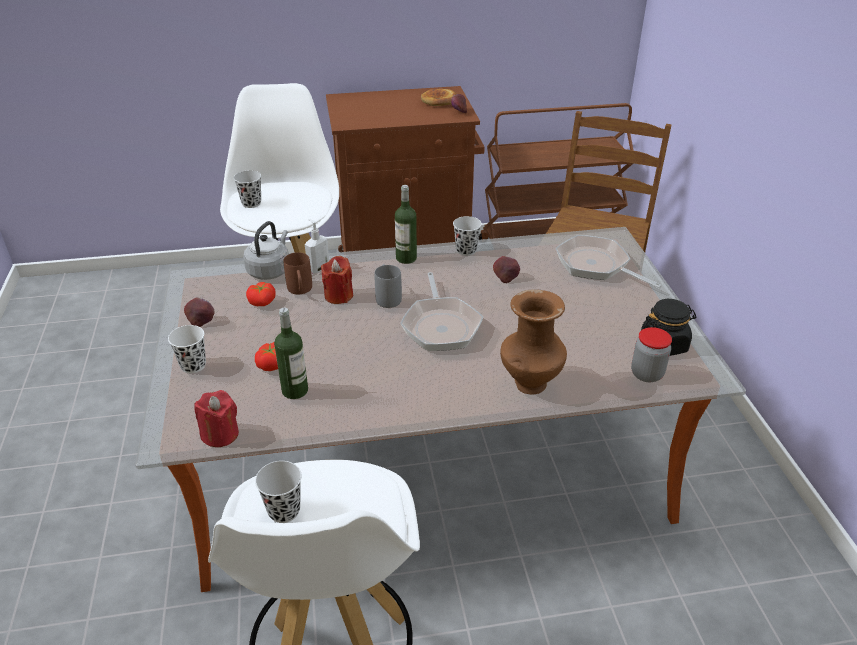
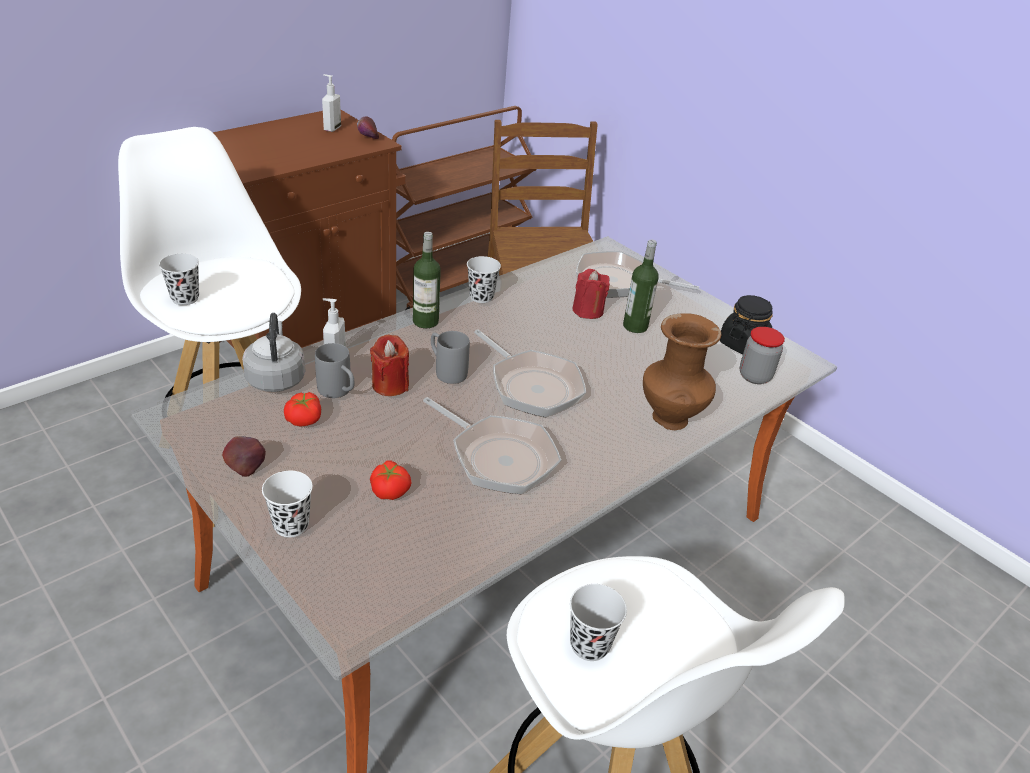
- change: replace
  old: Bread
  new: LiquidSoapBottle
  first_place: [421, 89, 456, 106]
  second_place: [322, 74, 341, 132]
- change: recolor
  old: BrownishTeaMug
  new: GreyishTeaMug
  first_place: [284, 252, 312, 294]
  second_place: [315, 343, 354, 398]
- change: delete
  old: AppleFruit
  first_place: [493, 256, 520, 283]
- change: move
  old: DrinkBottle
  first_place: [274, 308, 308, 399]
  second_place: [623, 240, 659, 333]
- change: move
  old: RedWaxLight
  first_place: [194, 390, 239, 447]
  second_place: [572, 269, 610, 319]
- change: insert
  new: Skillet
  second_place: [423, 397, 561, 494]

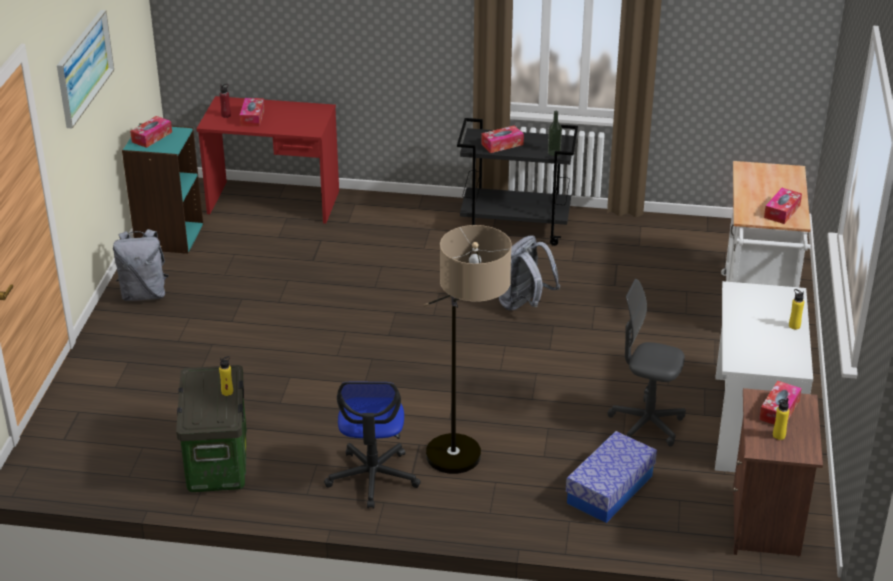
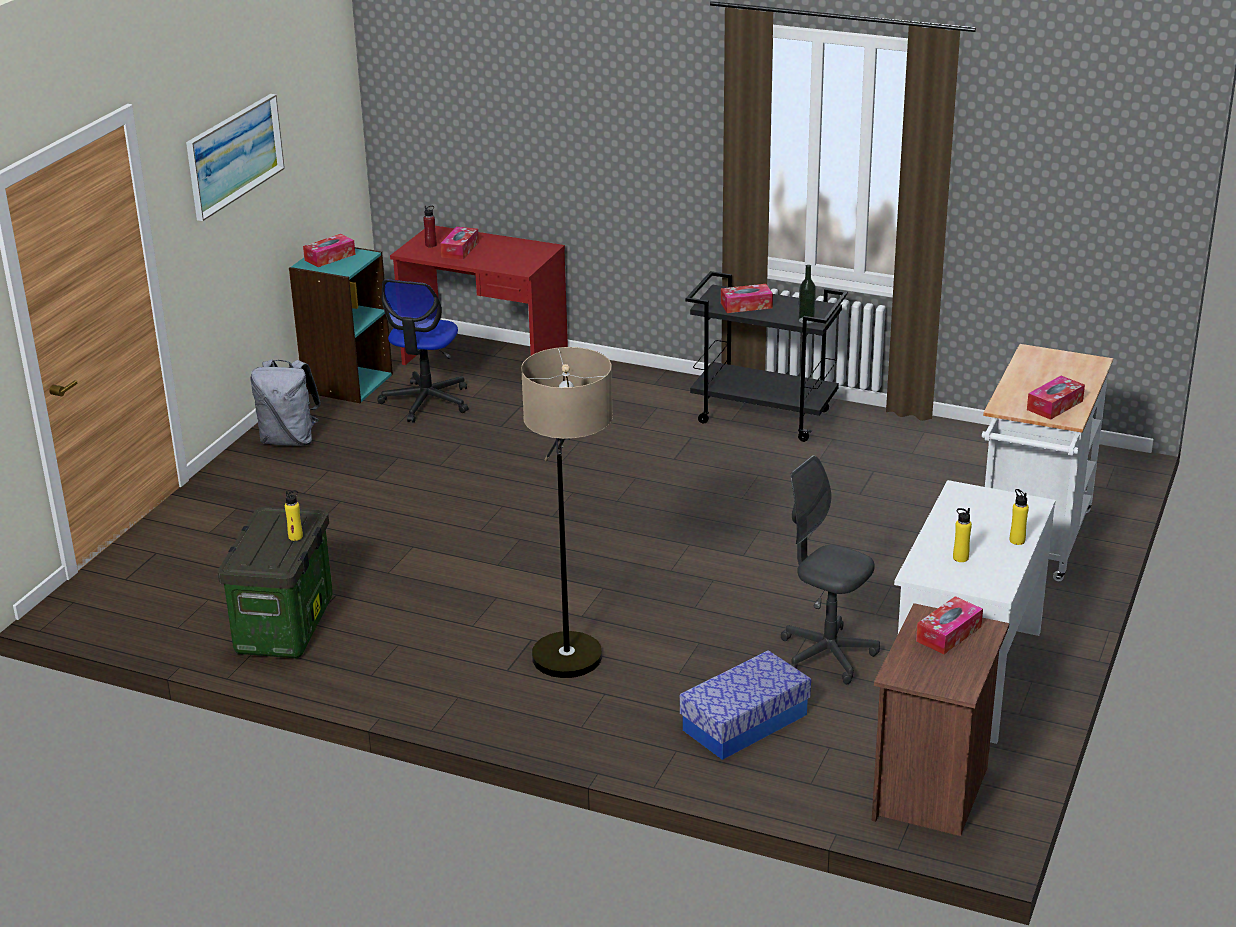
- change: delete
  old: GreyishKnapsack
  first_place: [499, 235, 560, 311]
- change: move
  old: OfficeChair
  first_place: [324, 382, 421, 508]
  second_place: [377, 280, 468, 423]
- change: move
  old: YellowishDrinkBottle
  first_place: [773, 398, 790, 440]
  second_place: [953, 508, 972, 562]

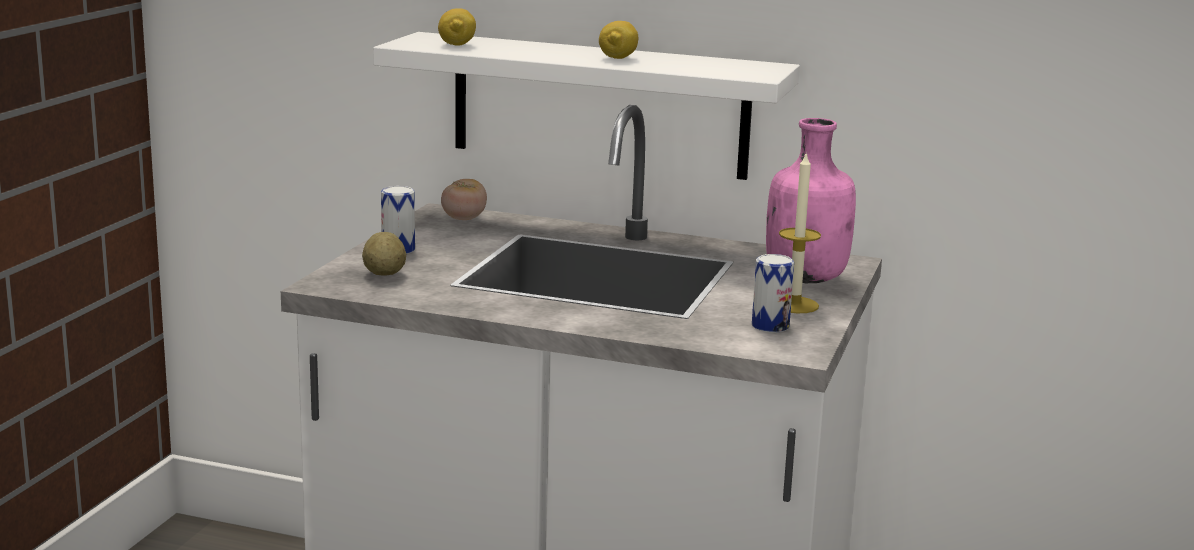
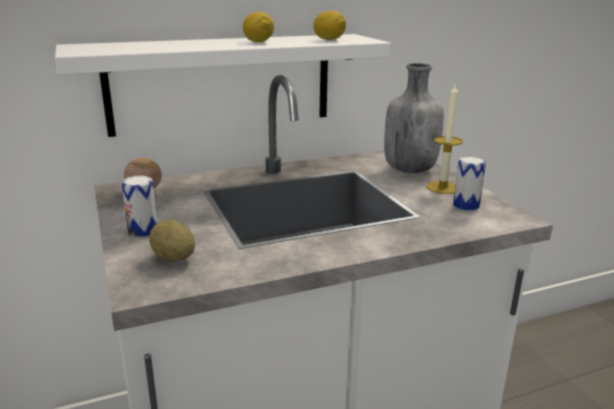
- change: move
  old: Lemon
  first_place: [438, 9, 476, 46]
  second_place: [313, 11, 346, 40]
- change: recolor
  old: PinkColouredDrinkBottle
  new: GreyishDrinkBottle
  first_place: [766, 118, 856, 283]
  second_place: [384, 63, 444, 173]

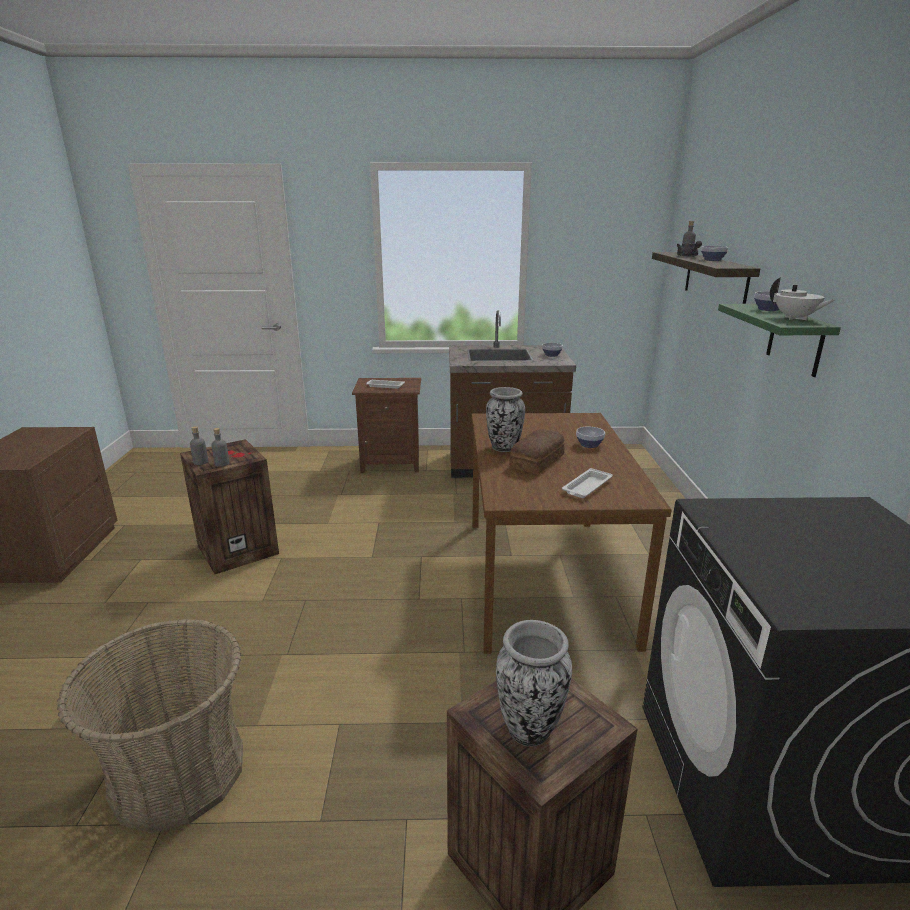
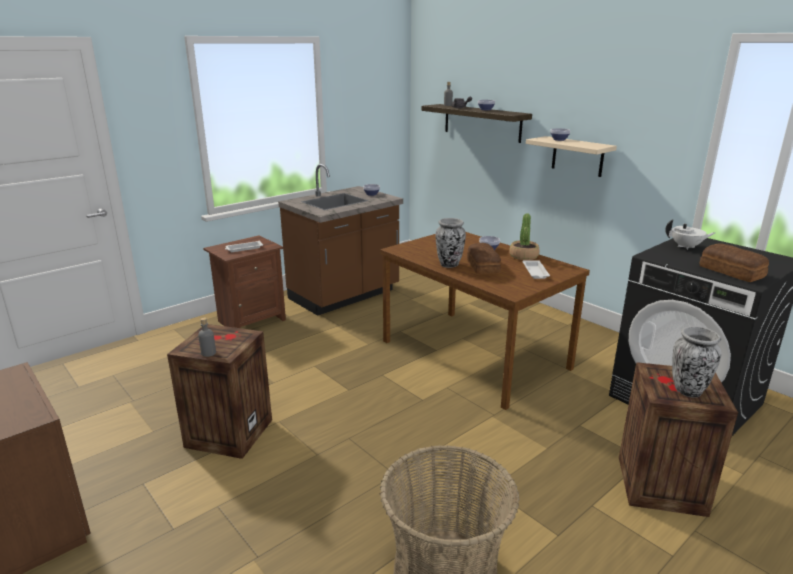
- change: move
  old: WhiteColouredTeaPot
  first_place: [770, 278, 835, 320]
  second_place: [665, 219, 715, 250]
- change: recolor
  old: GreenishWallShelf
  new: BeigeColouredWallShelf
  first_place: [718, 304, 841, 377]
  second_place: [526, 136, 617, 177]
- change: delete
  old: GreyishDrinkBottle
  first_place: [211, 428, 230, 467]
- change: insert
  new: PottedPlant
  second_place: [510, 213, 539, 260]
- change: insert
  new: Bread
  second_place: [699, 243, 769, 282]

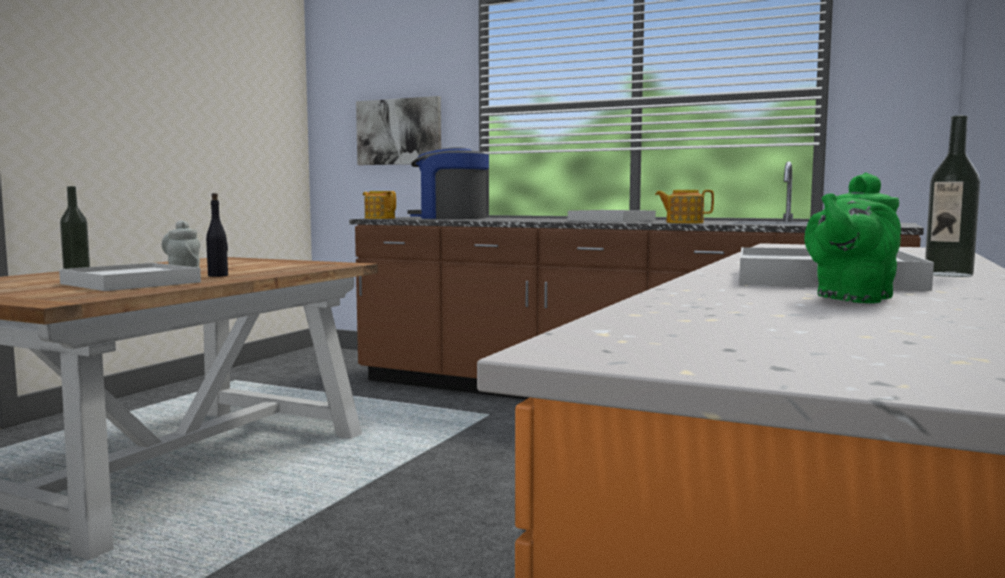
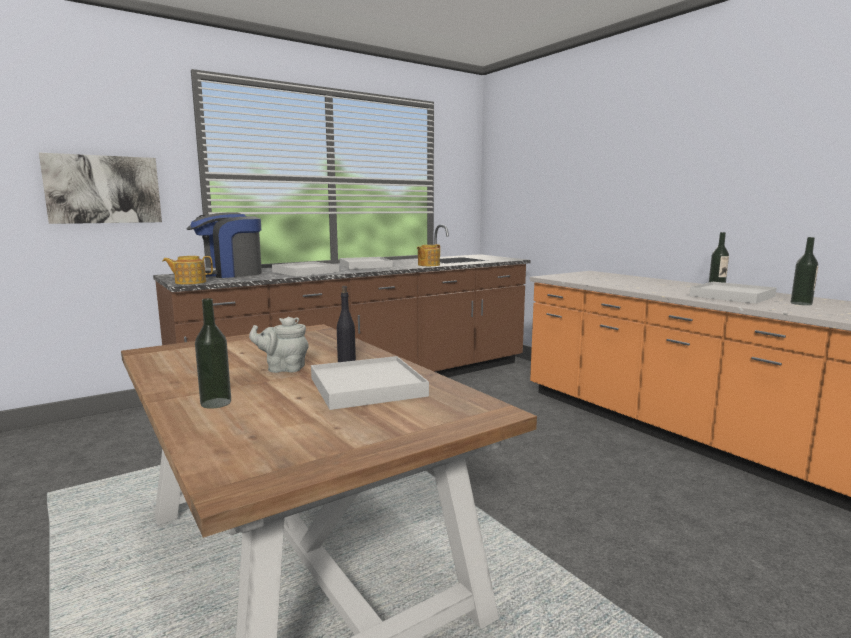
- change: replace
  old: GreenishTeaPot
  new: DrinkBottle
  first_place: [805, 172, 901, 303]
  second_place: [791, 237, 818, 305]
- change: insert
  new: WhiteColouredCarryingTray
  second_place: [272, 261, 339, 276]

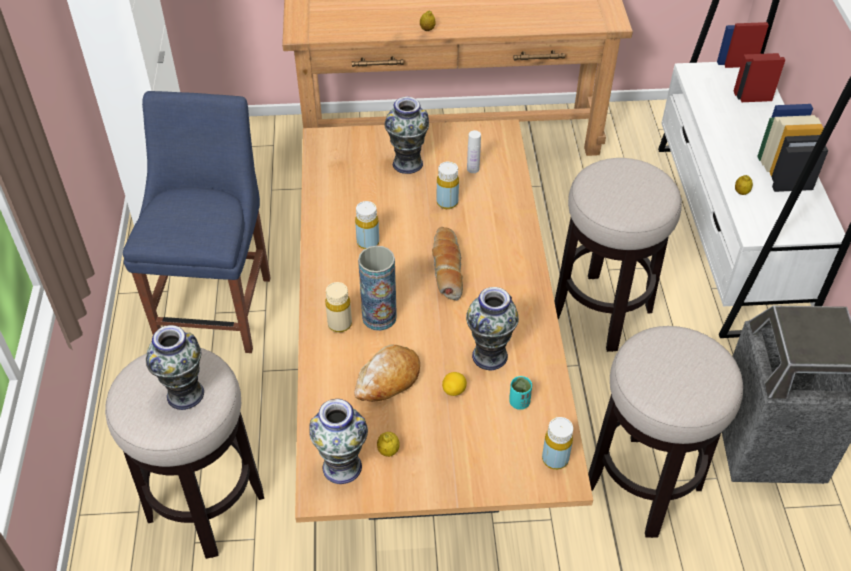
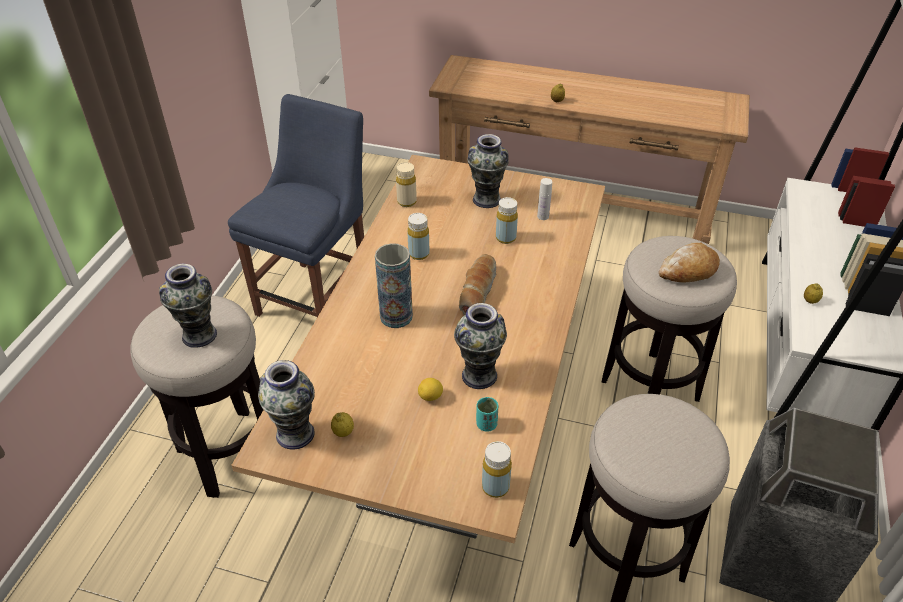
- change: move
  old: BeigeColouredDrinkBottle
  first_place: [325, 282, 352, 332]
  second_place: [396, 162, 417, 207]
- change: move
  old: Bread
  first_place: [354, 344, 420, 402]
  second_place: [659, 243, 720, 283]

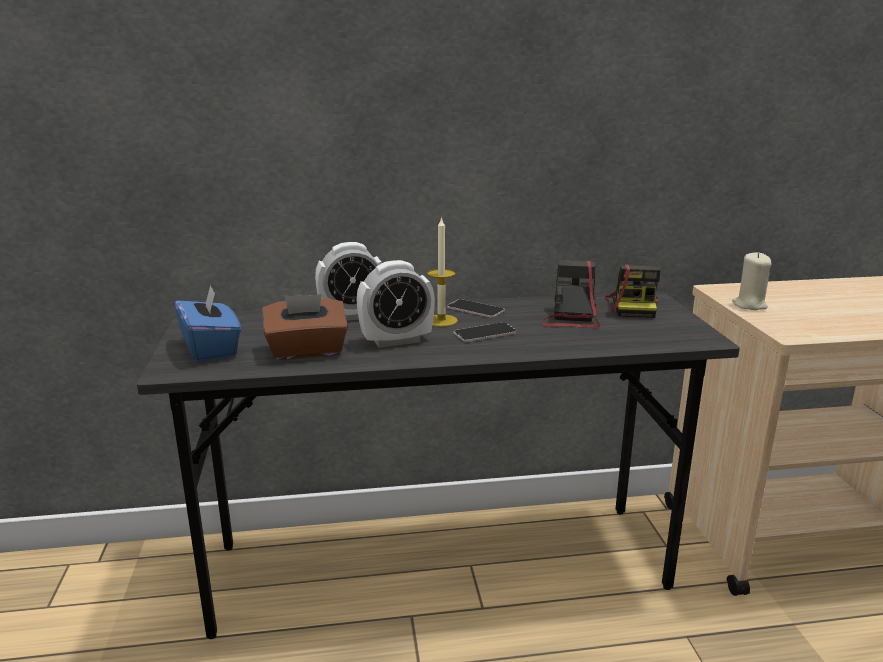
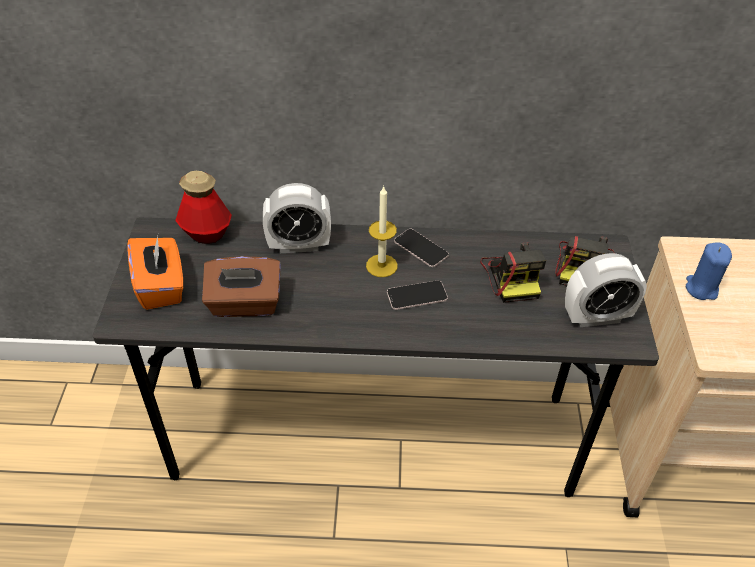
- change: recolor
  old: BeigeColouredWaxLight
  new: BlueColouredWaxLight
  first_place: [732, 252, 772, 310]
  second_place: [686, 242, 732, 300]
- change: move
  old: AlarmClock
  first_place: [357, 260, 435, 348]
  second_place: [565, 253, 647, 327]
- change: rotate
  old: StillCamera
  first_place: [540, 260, 600, 328]
  second_place: [480, 242, 546, 303]
  degrees: 150
- change: recolor
  old: BlueColouredTissueHolder
  new: OrangeColouredTissueHolder
  first_place: [175, 285, 241, 362]
  second_place: [127, 236, 183, 310]
- change: insert
  new: DrinkBottle
  second_place: [175, 171, 232, 244]

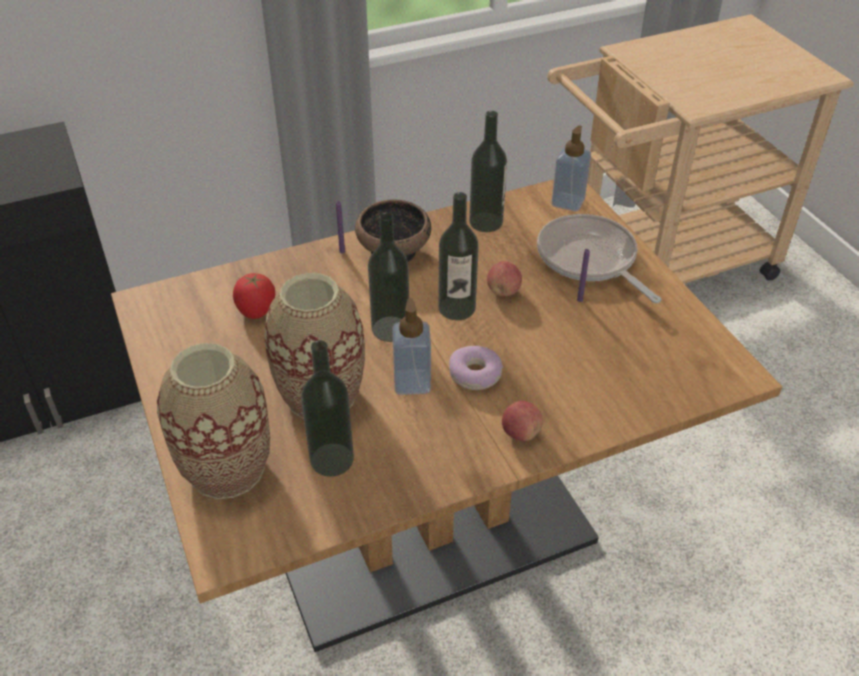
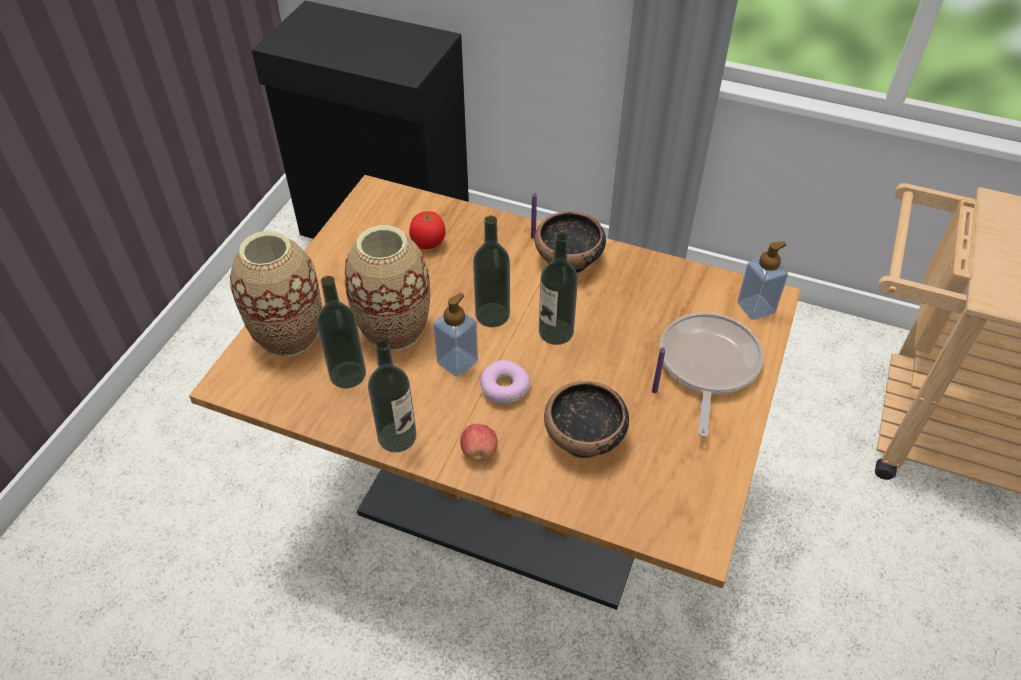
- change: move
  old: DrinkBottle
  first_place: [469, 111, 507, 232]
  second_place: [368, 339, 416, 452]
- change: delete
  old: AppleFruit
  first_place: [487, 261, 522, 296]
- change: insert
  new: ServingBowl
  second_place: [544, 381, 629, 458]

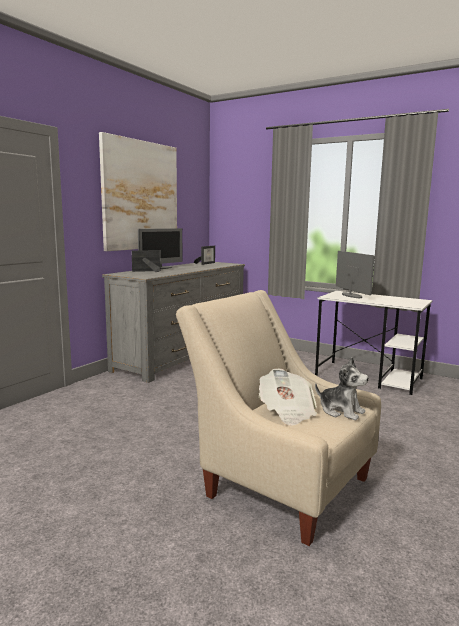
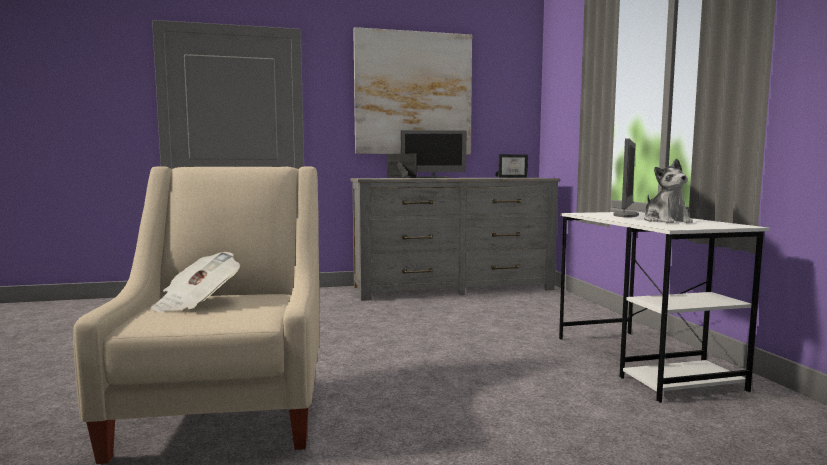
- change: move
  old: PlushToy
  first_place: [315, 357, 369, 420]
  second_place: [644, 159, 693, 223]

